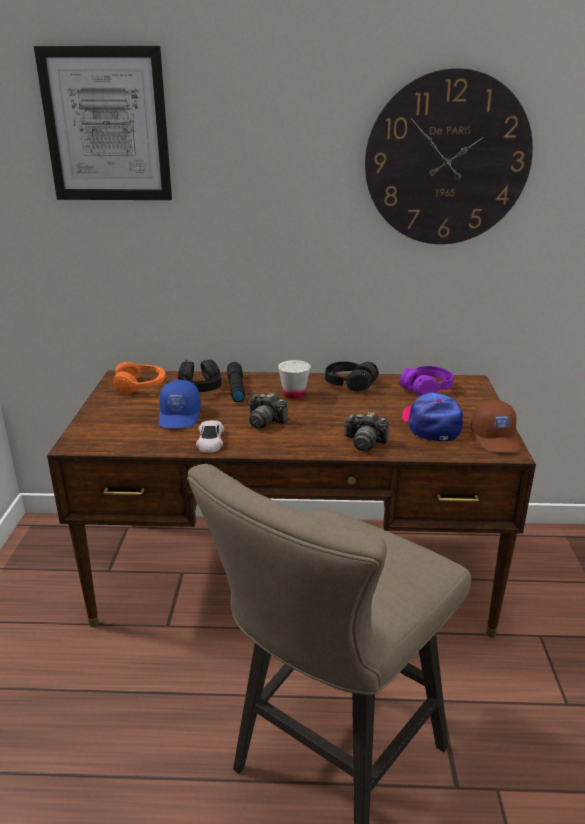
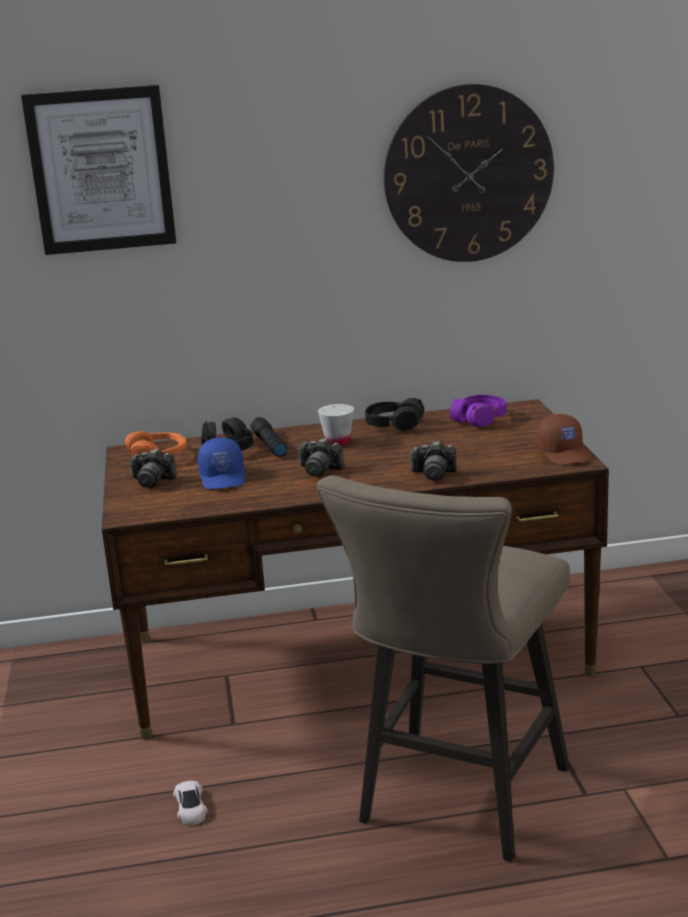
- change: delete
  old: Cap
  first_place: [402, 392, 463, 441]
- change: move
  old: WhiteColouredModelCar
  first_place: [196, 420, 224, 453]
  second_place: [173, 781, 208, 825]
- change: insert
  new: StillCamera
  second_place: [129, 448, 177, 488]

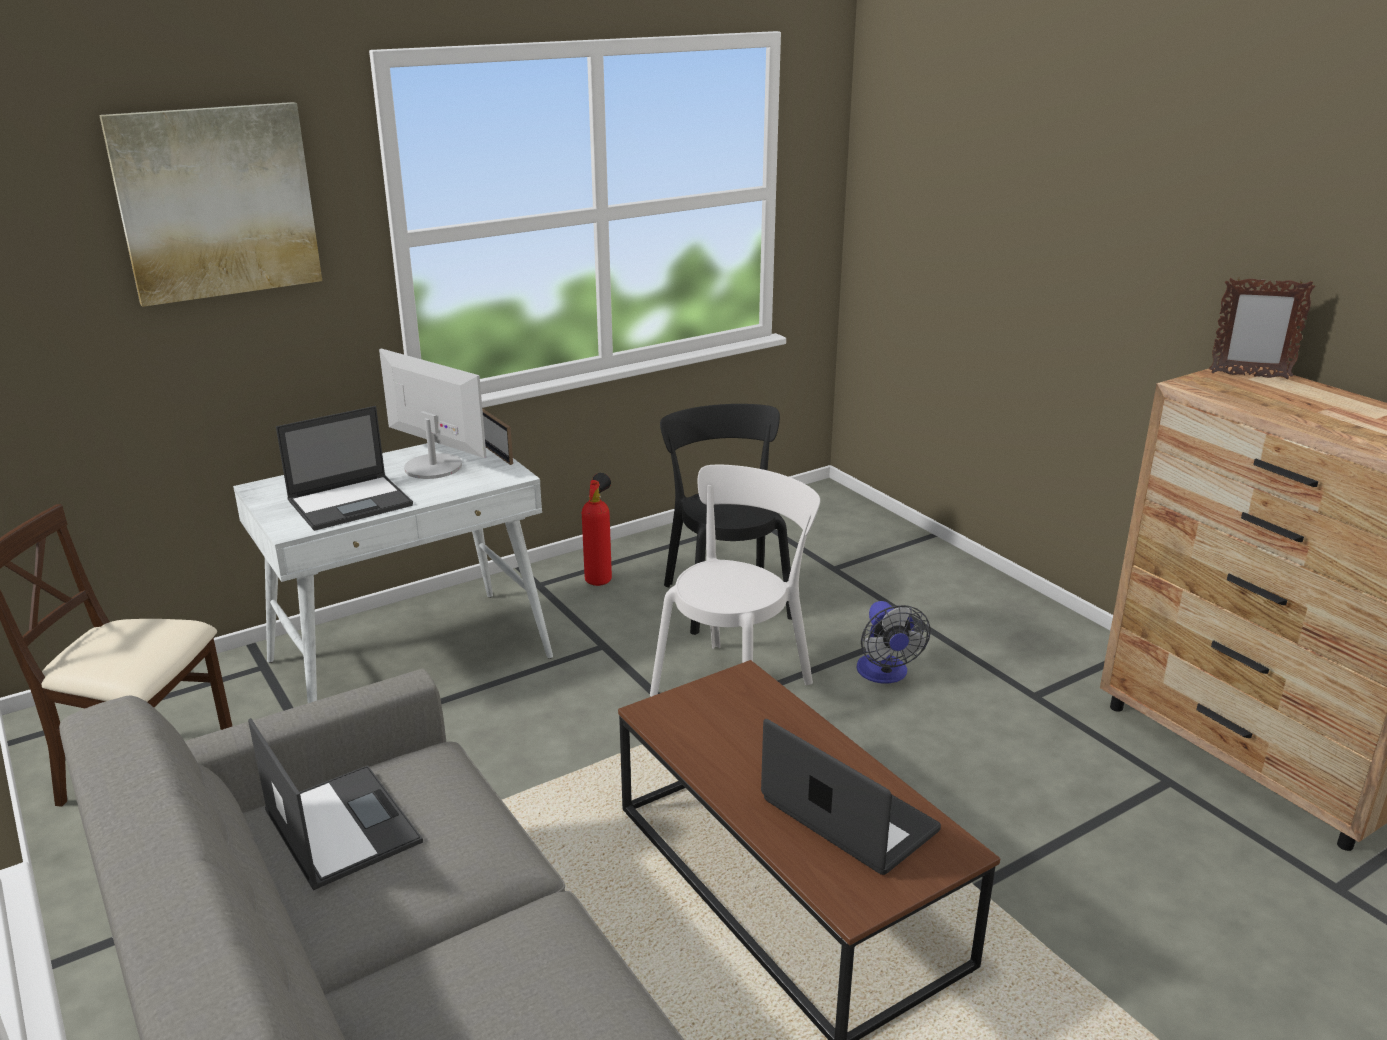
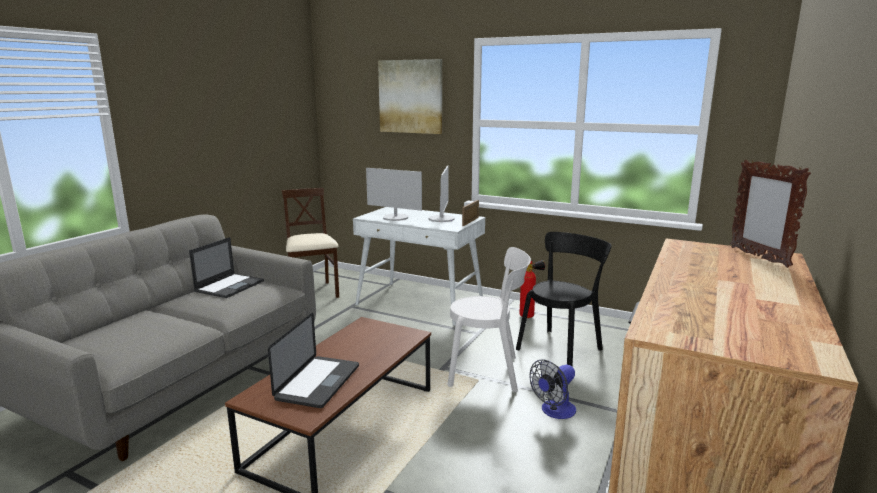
- change: replace
  old: NotebookComputer
  new: ComputerScreen
  first_place: [276, 406, 413, 531]
  second_place: [366, 168, 422, 221]

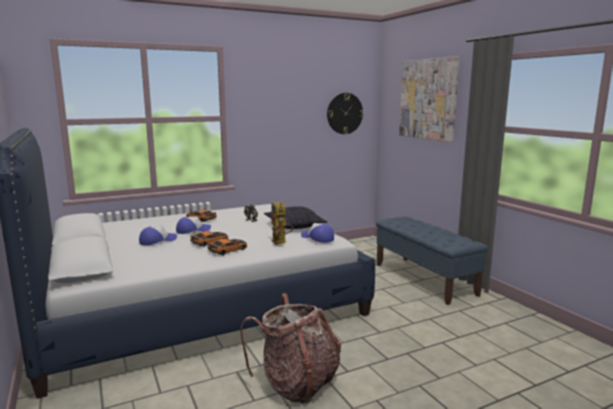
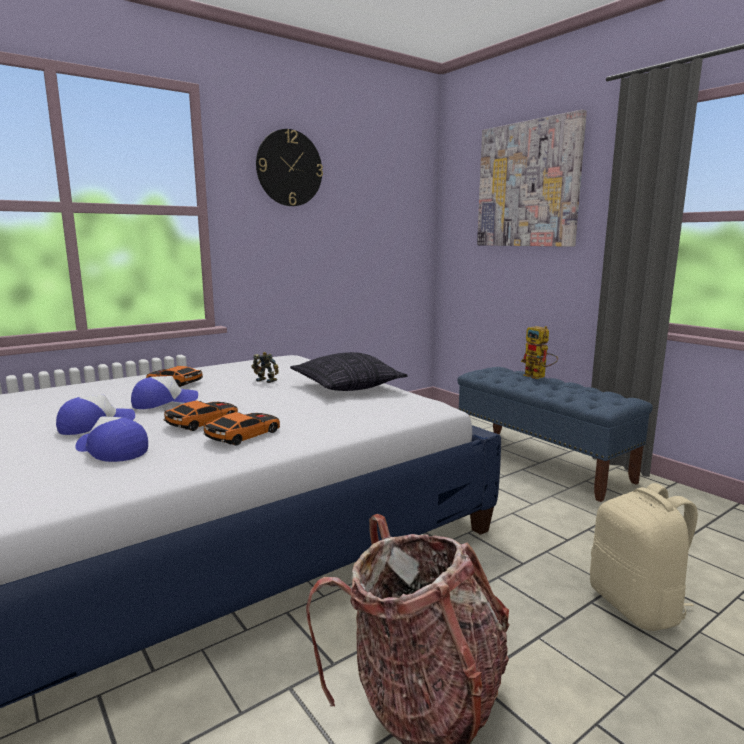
- change: move
  old: ClockOnTheWall
  first_place: [327, 93, 363, 134]
  second_place: [256, 129, 323, 206]
- change: move
  old: ToyRobot
  first_place: [271, 202, 293, 245]
  second_place: [521, 326, 558, 379]
- change: move
  old: Cap
  first_place: [301, 223, 334, 243]
  second_place: [75, 416, 148, 462]
- change: insert
  new: BeigeColouredKnapsack
  second_place: [590, 483, 698, 631]

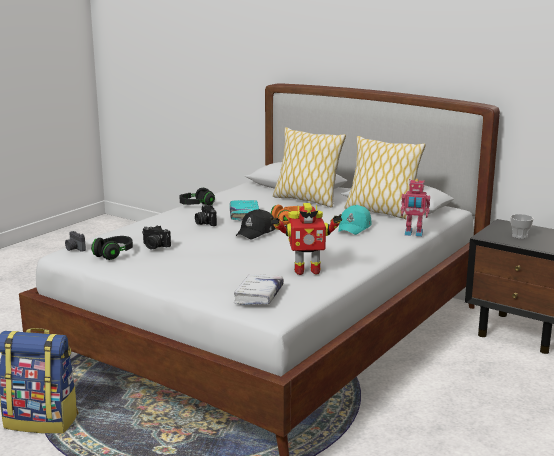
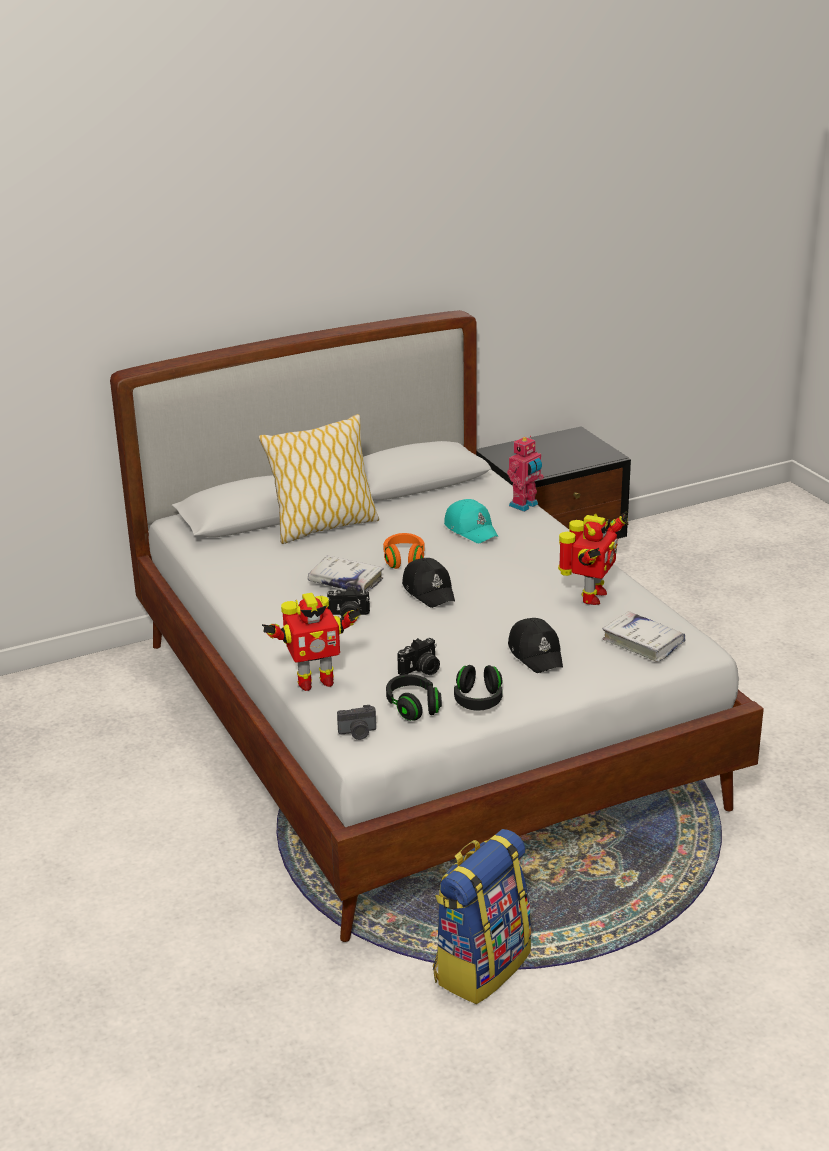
- change: delete
  old: Pillow
  first_place: [344, 136, 426, 220]
- change: move
  old: BlackHeadphones
  first_place: [180, 188, 215, 205]
  second_place: [454, 665, 503, 711]
- change: recolor
  old: BlueGreenVolume
  new: WhiteColouredVolume
  first_place: [230, 200, 259, 221]
  second_place: [307, 555, 384, 592]
- change: delete
  old: SmallCup
  first_place: [510, 214, 533, 239]
- change: insert
  new: ToyRobot
  second_place: [262, 593, 361, 691]
- change: insert
  new: BlackCap
  second_place: [508, 618, 563, 673]

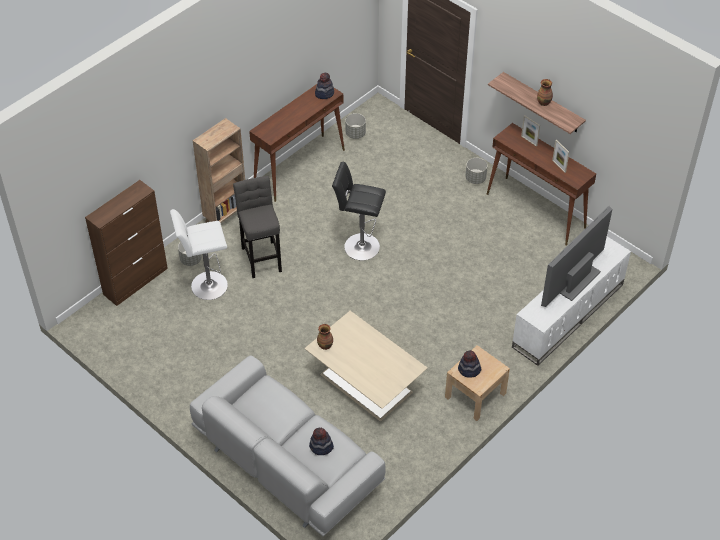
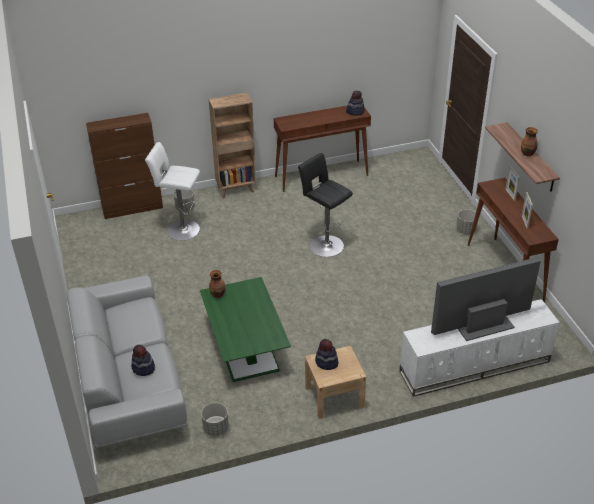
- change: move
  old: GreyishPlanter
  first_place: [345, 113, 366, 139]
  second_place: [201, 403, 229, 436]
- change: delete
  old: GreyishStool
  first_place: [233, 176, 282, 278]
- change: recolor
  old: BeigeColouredCoffeeTable
  new: GreenishCoffeeTable
  first_place: [304, 311, 428, 421]
  second_place: [200, 277, 291, 382]

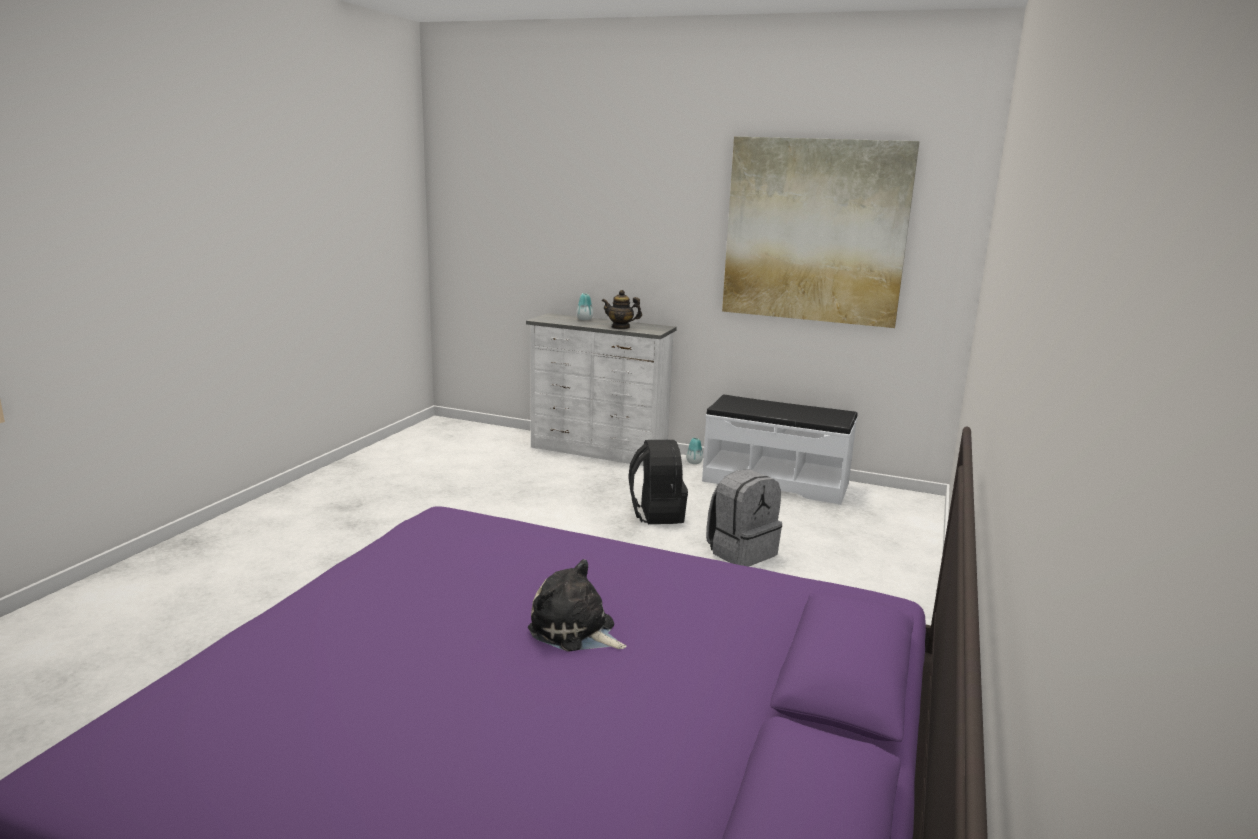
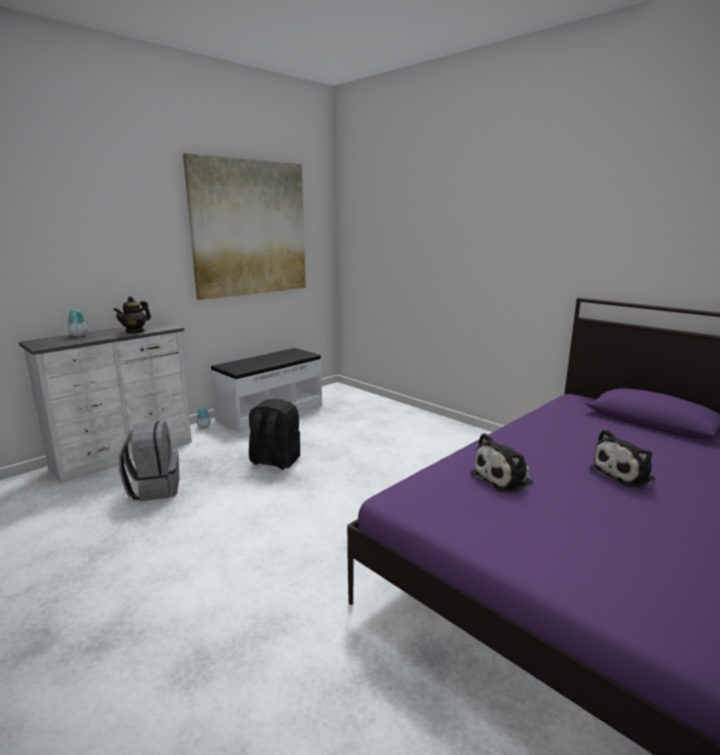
- change: move
  old: GreyishKnapsack
  first_place: [706, 469, 782, 567]
  second_place: [119, 421, 180, 501]
- change: insert
  new: PlushToy
  second_place: [470, 433, 533, 493]

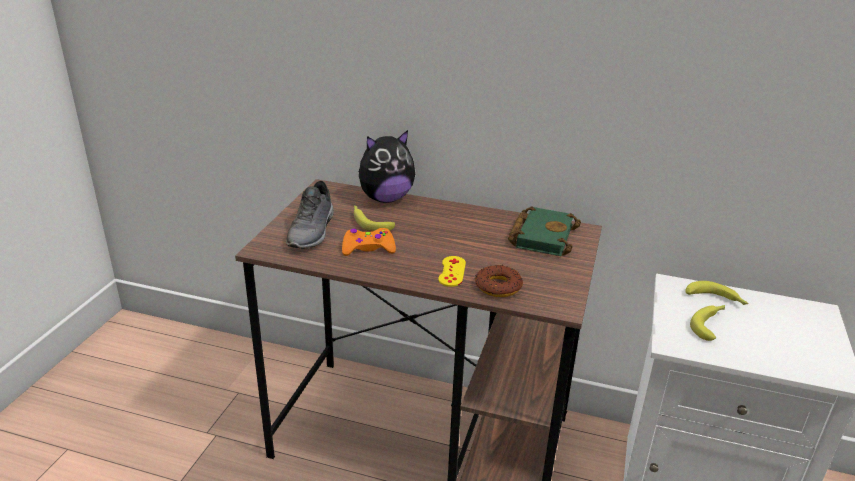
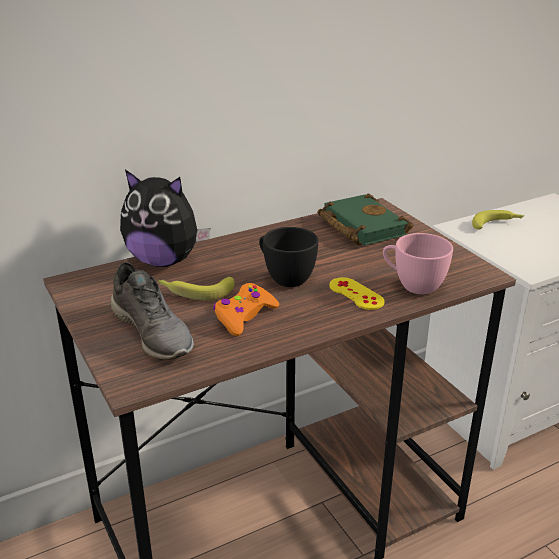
- change: rotate
  old: PlushToy
  first_place: [359, 130, 415, 203]
  second_place: [120, 170, 210, 267]
  degrees: 90
- change: replace
  old: Donut
  new: PinkColouredSmallCup
  first_place: [475, 265, 523, 297]
  second_place: [383, 233, 453, 294]
- change: delete
  old: Banana
  first_place: [690, 305, 725, 341]
- change: insert
  new: BlackSmallCup
  second_place: [259, 227, 318, 287]

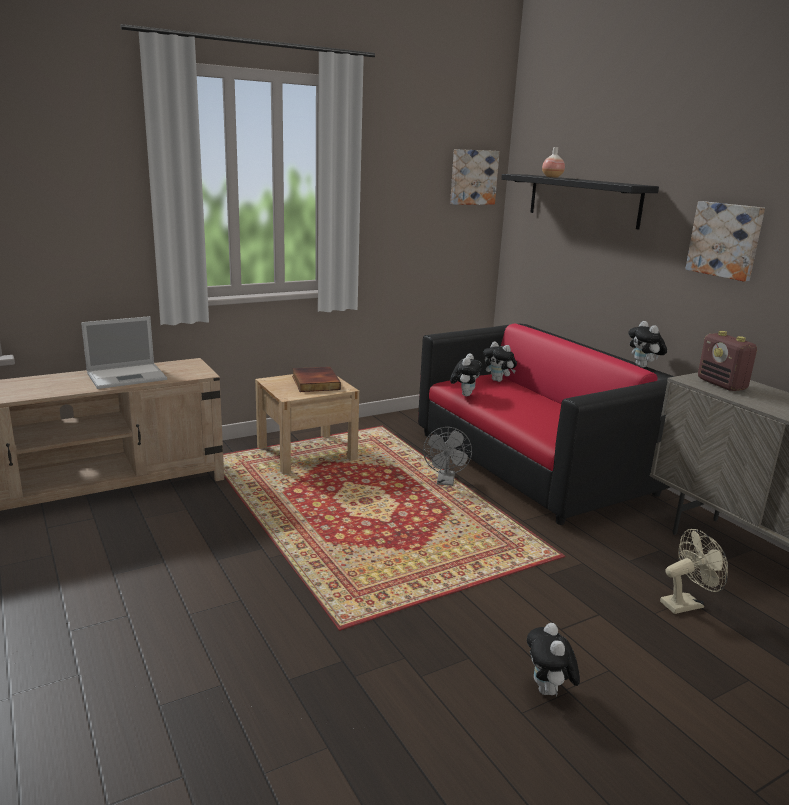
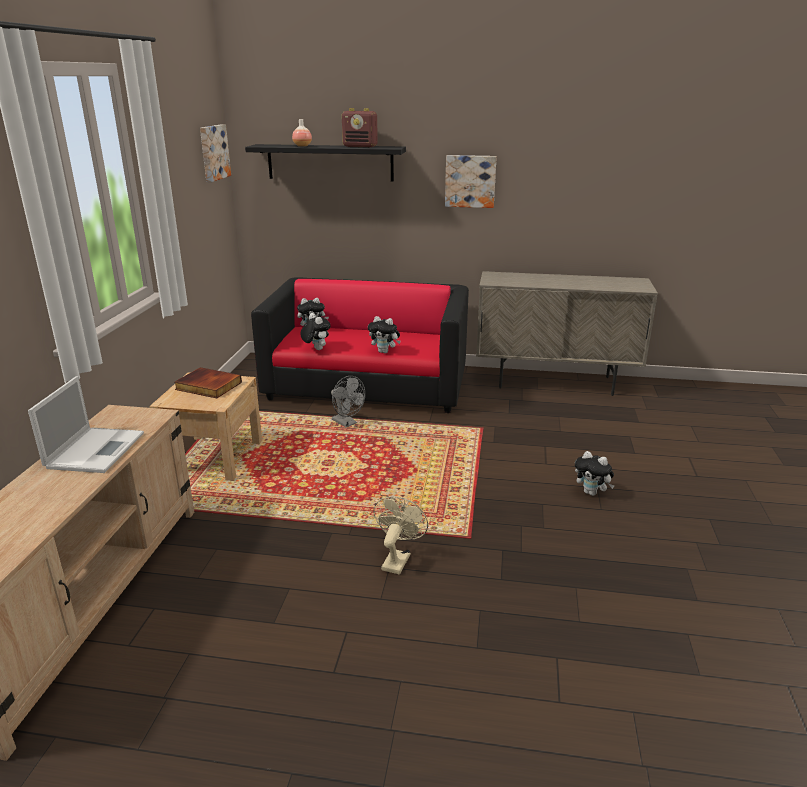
- change: move
  old: PlushToy
  first_place: [628, 321, 667, 368]
  second_place: [368, 316, 401, 353]
- change: move
  old: RadioSet
  first_place: [698, 331, 757, 391]
  second_place: [342, 108, 378, 148]
- change: move
  old: BeigeColouredFan
  first_place: [660, 529, 728, 614]
  second_place: [374, 496, 428, 574]

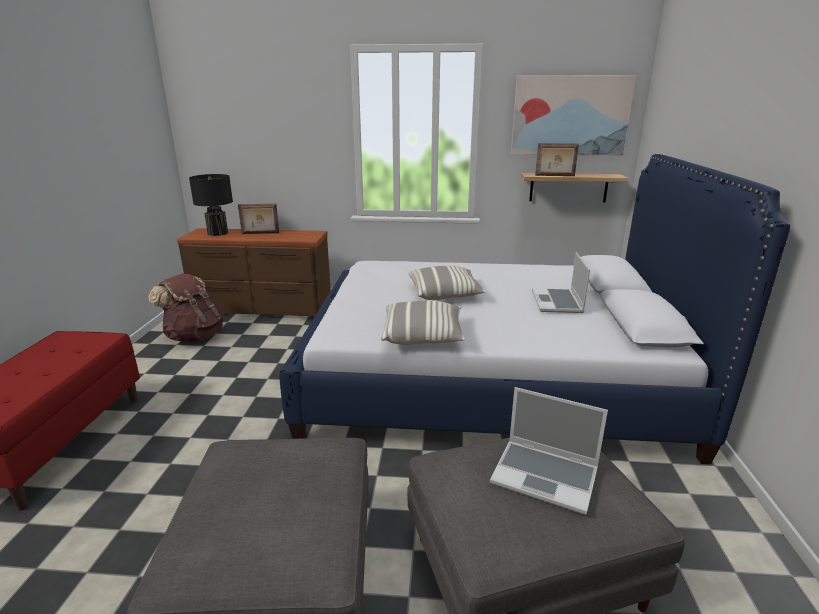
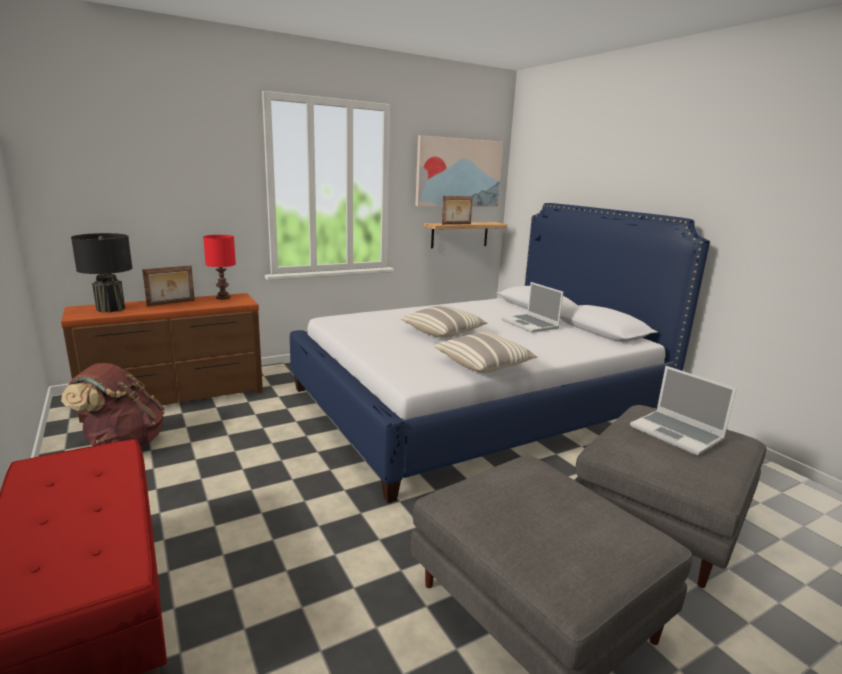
- change: rotate
  old: NotebookComputer
  first_place: [490, 387, 608, 515]
  second_place: [630, 366, 737, 455]
  degrees: 60
- change: insert
  new: RedTabletopLamp
  second_place: [203, 235, 236, 299]

